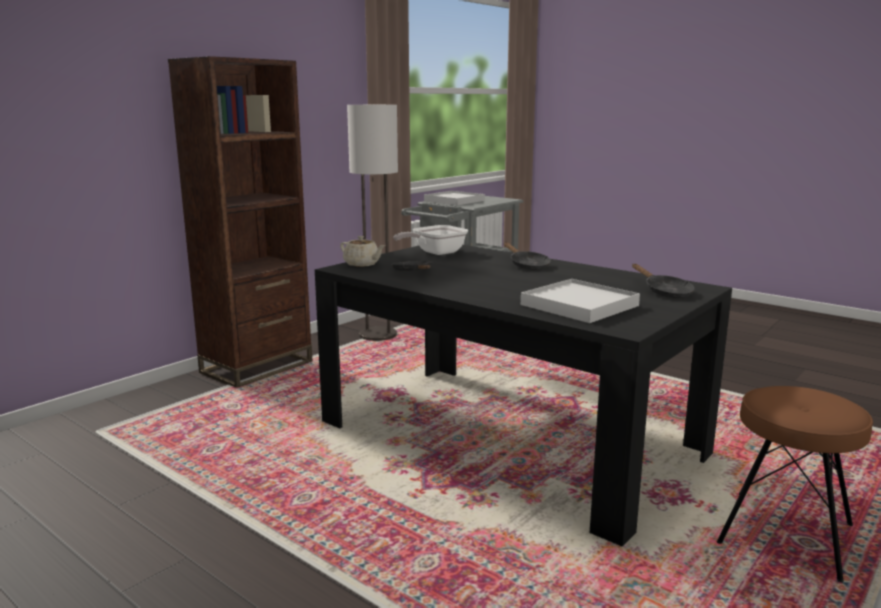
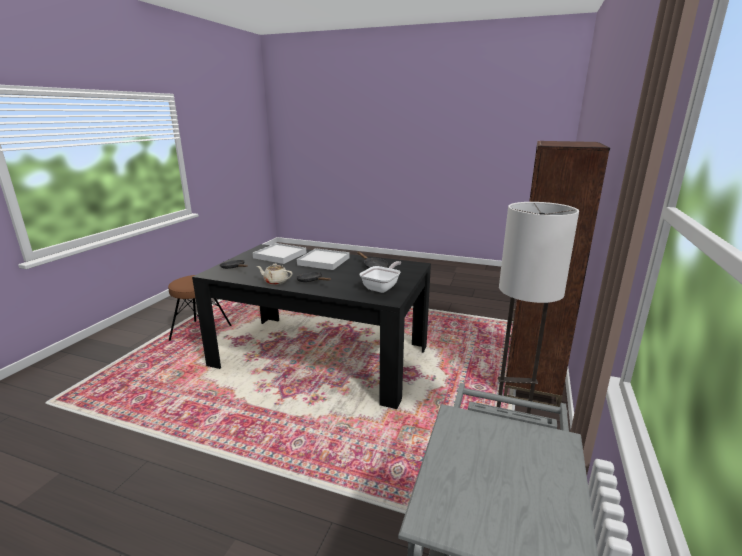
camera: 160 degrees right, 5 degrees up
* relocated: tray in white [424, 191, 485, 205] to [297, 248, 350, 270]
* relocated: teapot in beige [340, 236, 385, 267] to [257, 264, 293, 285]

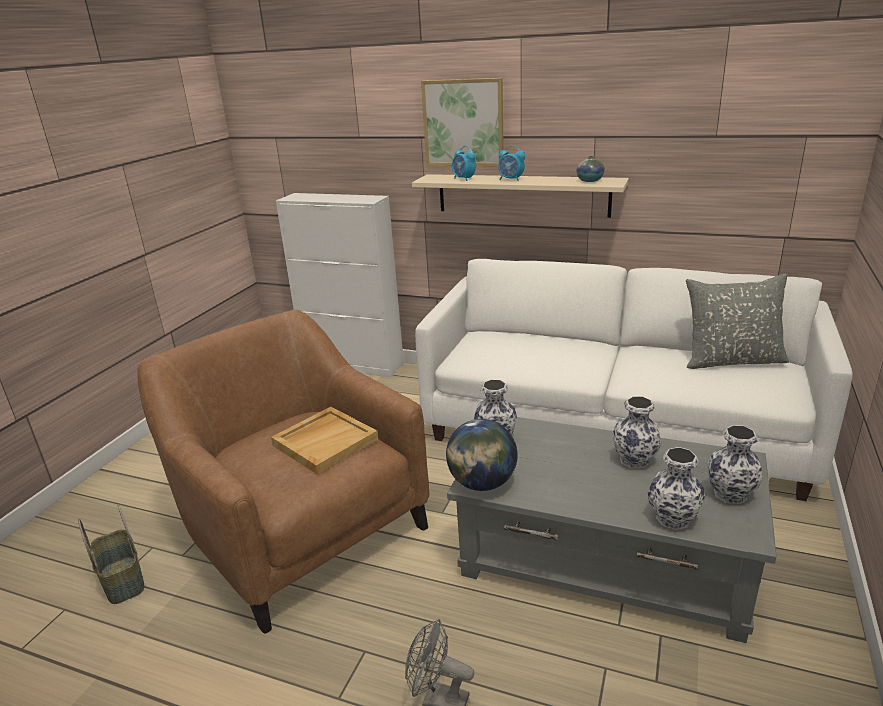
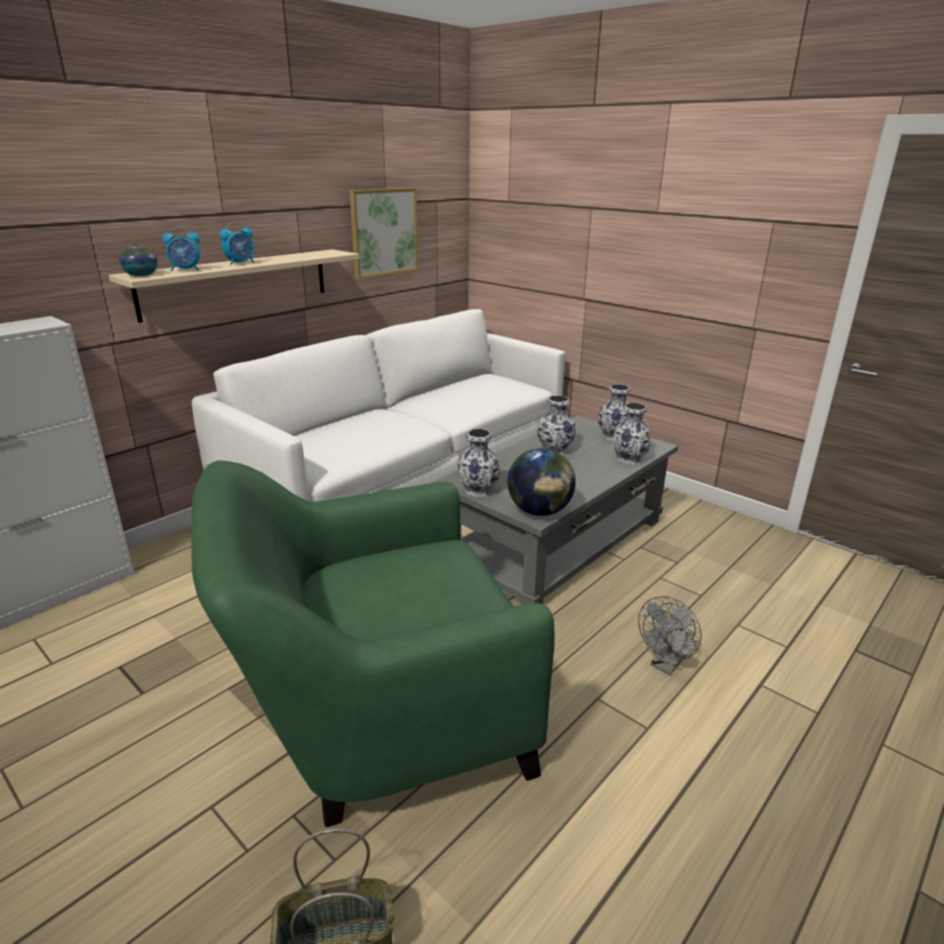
camera: 70 degrees left, 0 degrees up
* relocated: picture [421, 78, 504, 167] to [349, 188, 418, 279]
* relocated: vase [576, 156, 605, 182] to [119, 243, 158, 276]
* missing: pillow in grey [686, 273, 789, 369]
* colour: armchair in brown [137, 310, 430, 634] to armchair in green [191, 460, 555, 827]
* missing: tray in beige [271, 407, 378, 475]

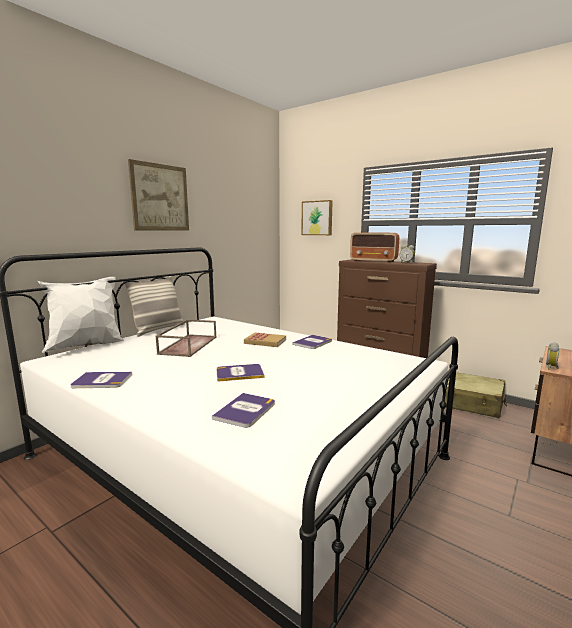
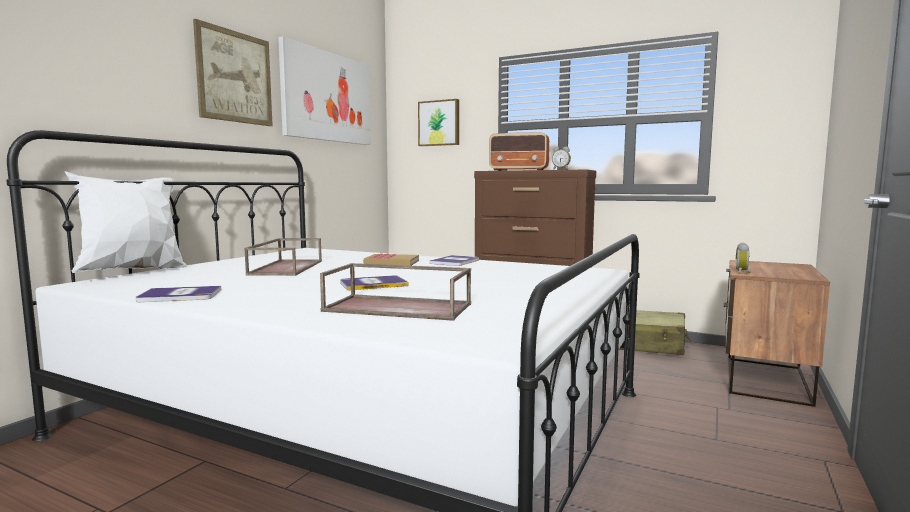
camera: 10 degrees left, 5 degrees down
* missing: pillow [123, 276, 185, 337]
* exchanged: book [212, 393, 275, 428] to tray in brown [320, 263, 471, 321]
* appeared: picture [278, 36, 371, 145]

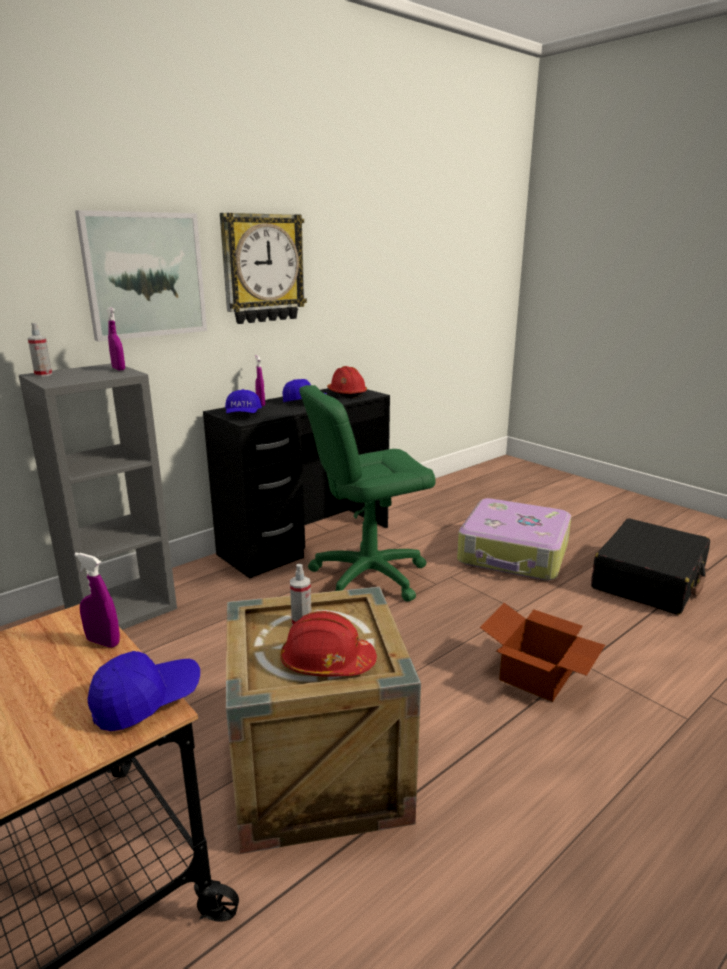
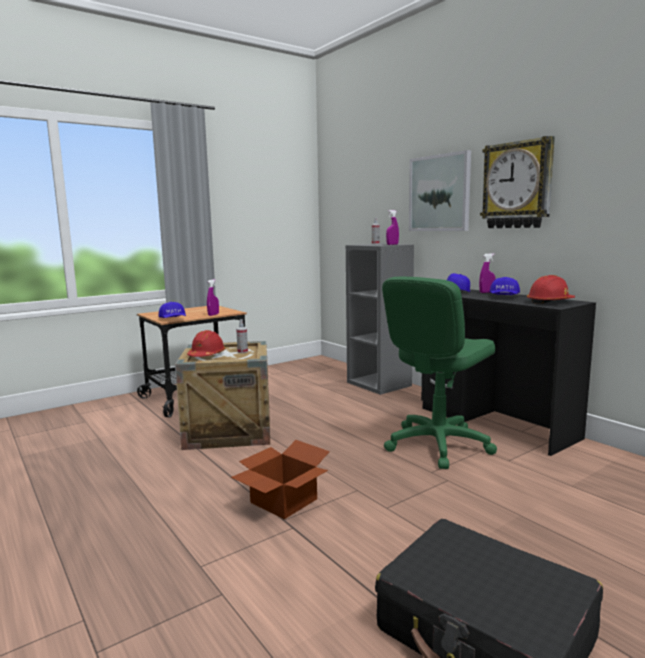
camera: 95 degrees right, 10 degrees down
* spun: office chair in green [299, 385, 436, 602] = [382, 277, 497, 469] 120 degrees counterclockwise
* missing: suitcase [457, 498, 571, 581]

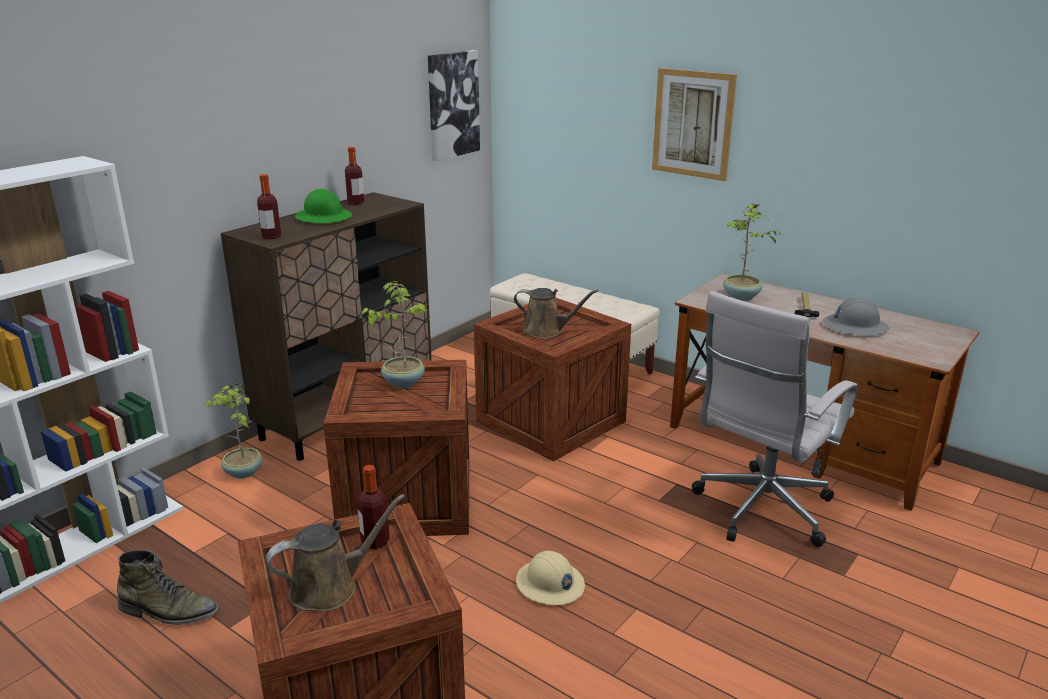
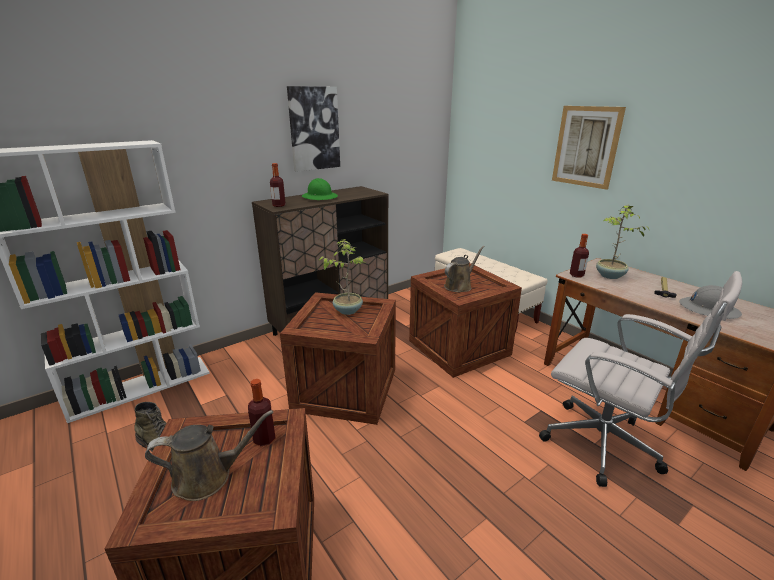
camera: 15 degrees right, 0 degrees up
* relocated: picture [428, 50, 480, 161] to [287, 86, 340, 172]
* relocated: bottle [345, 147, 364, 205] to [570, 234, 589, 278]
* spun: watering can in brown [514, 288, 598, 338] = [444, 246, 485, 292] 75 degrees counterclockwise
* spun: office chair in white [692, 291, 857, 547] = [539, 271, 742, 487] 105 degrees counterclockwise
* missing: potted plant [204, 382, 263, 479]
* missing: hard hat in beige [516, 551, 585, 605]

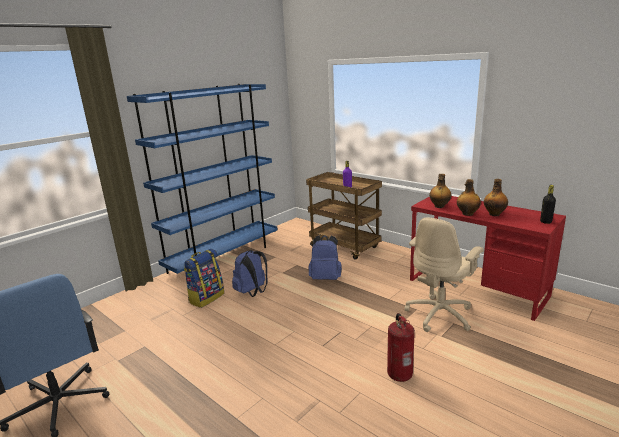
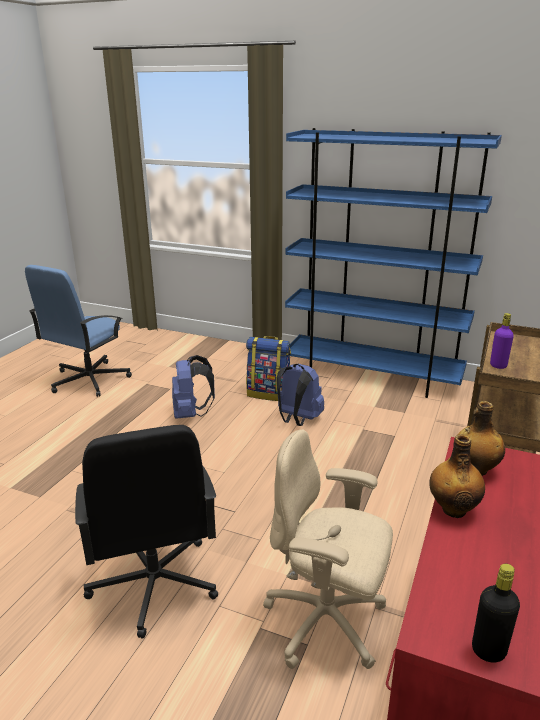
camera: 70 degrees right, 5 degrees up
* missing: bottle [484, 179, 508, 216]
* relocated: backpack in blue [308, 235, 342, 280] to [172, 355, 215, 419]
* exchanged: fire extinguisher [387, 313, 415, 382] to office chair in black [75, 425, 218, 639]

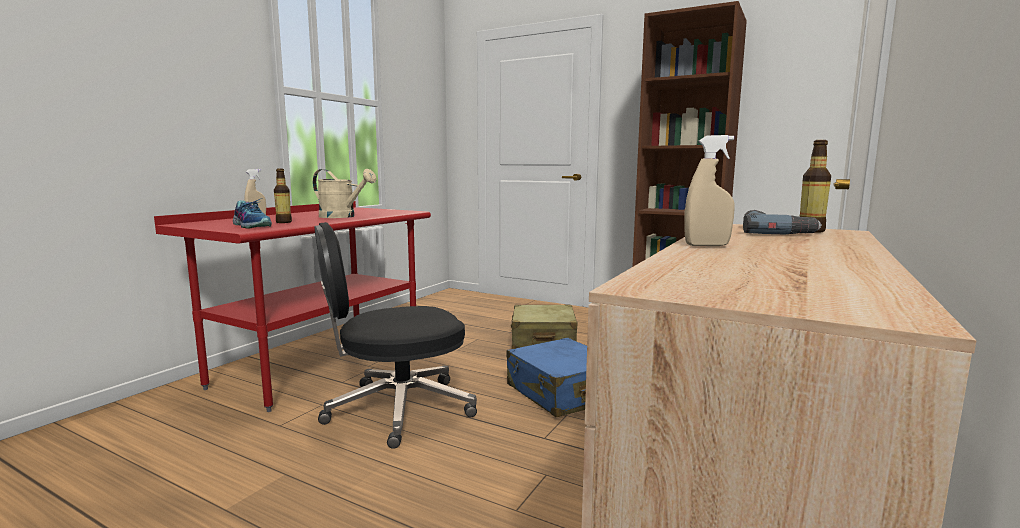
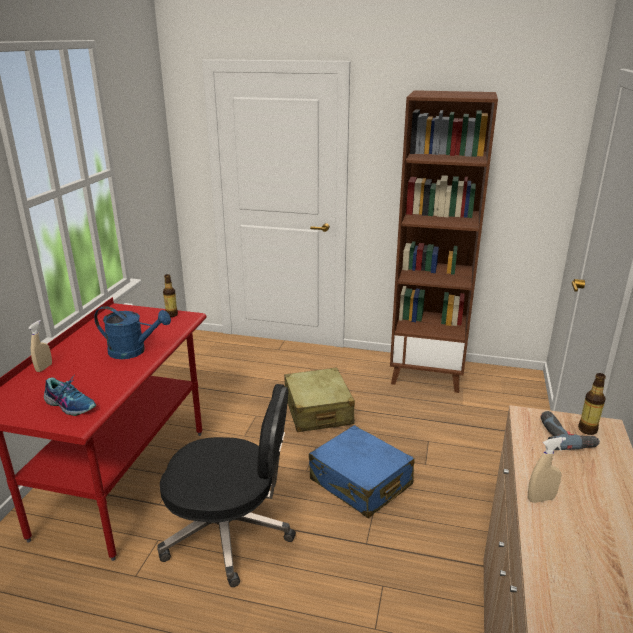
camera: 15 degrees left, 15 degrees up
* relocated: bottle [274, 169, 292, 223] to [163, 274, 178, 317]
* colour: watering can in beige [313, 169, 377, 218] to watering can in blue [94, 306, 171, 359]
* spun: office chair in black [315, 222, 477, 449] = [157, 384, 296, 587] 135 degrees counterclockwise

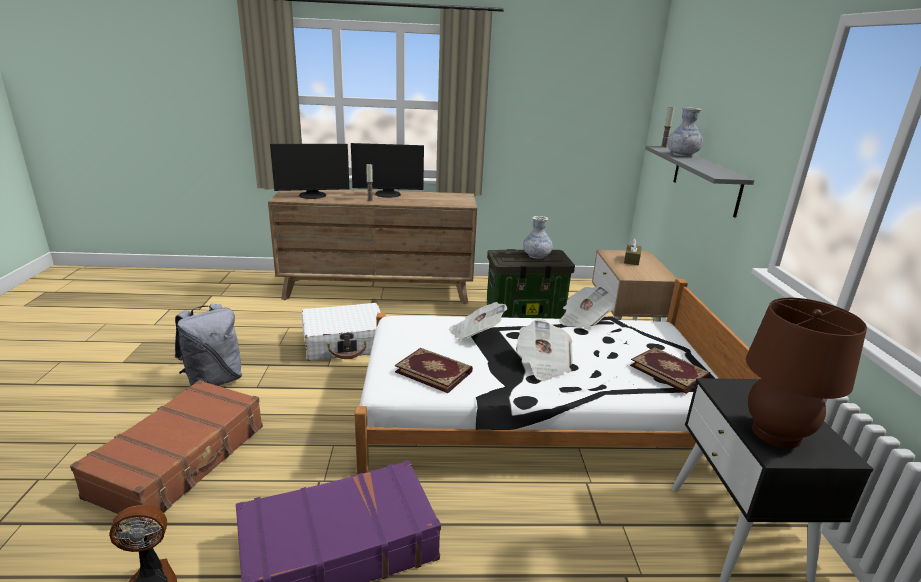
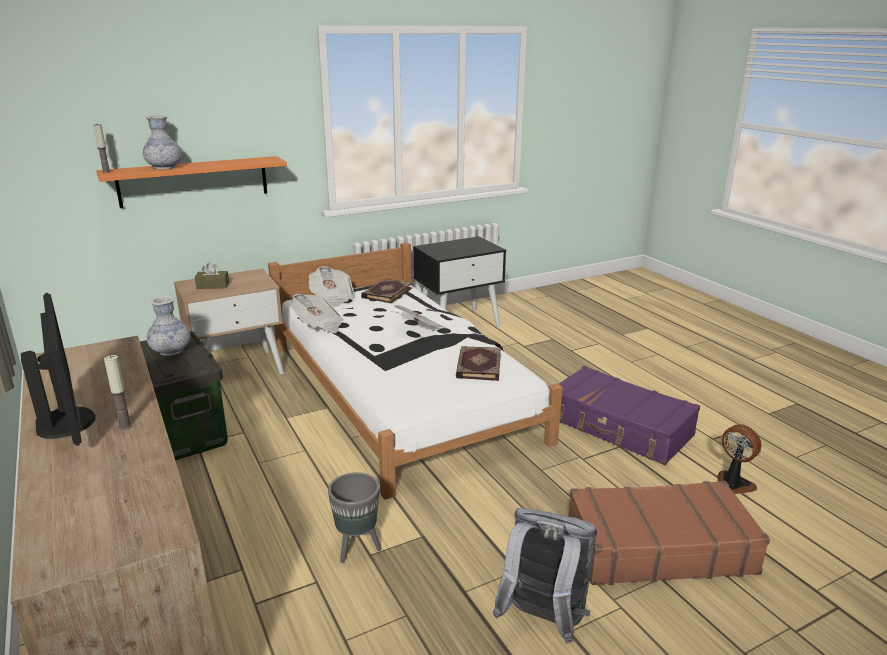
camera: 115 degrees left, 0 degrees up
* missing: monitor [270, 144, 349, 199]
* colour: shelf in grey [645, 146, 754, 218] to shelf in orange [96, 156, 287, 208]
* missing: table lamp in brown [746, 298, 867, 449]
* relocated: newspaper [449, 302, 507, 340] to [309, 266, 354, 307]
* exchanged: suitcase in white [302, 303, 381, 361] to planter in grey [328, 472, 381, 563]

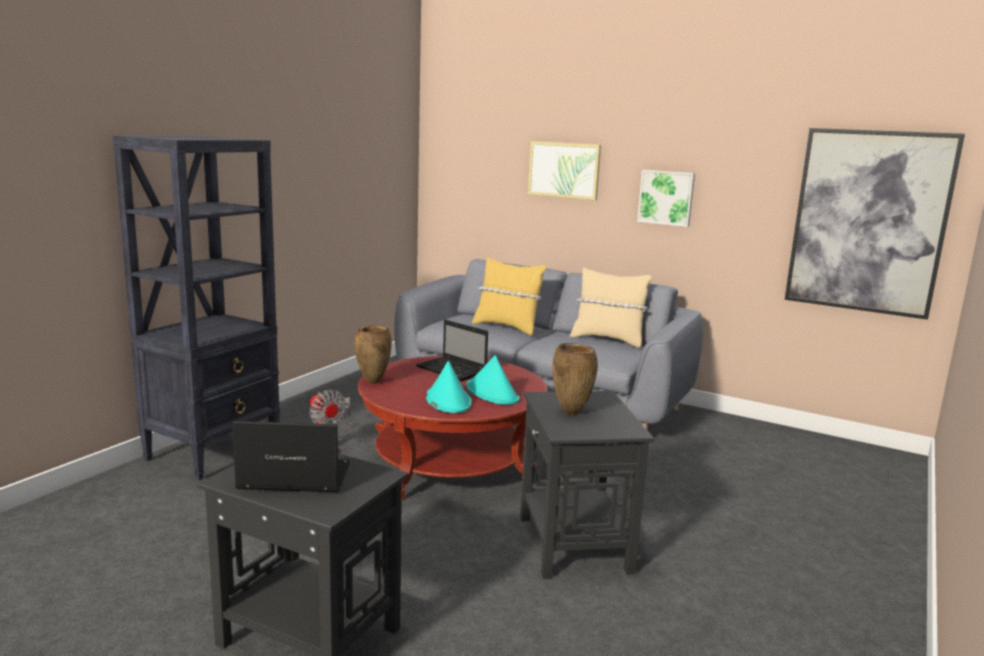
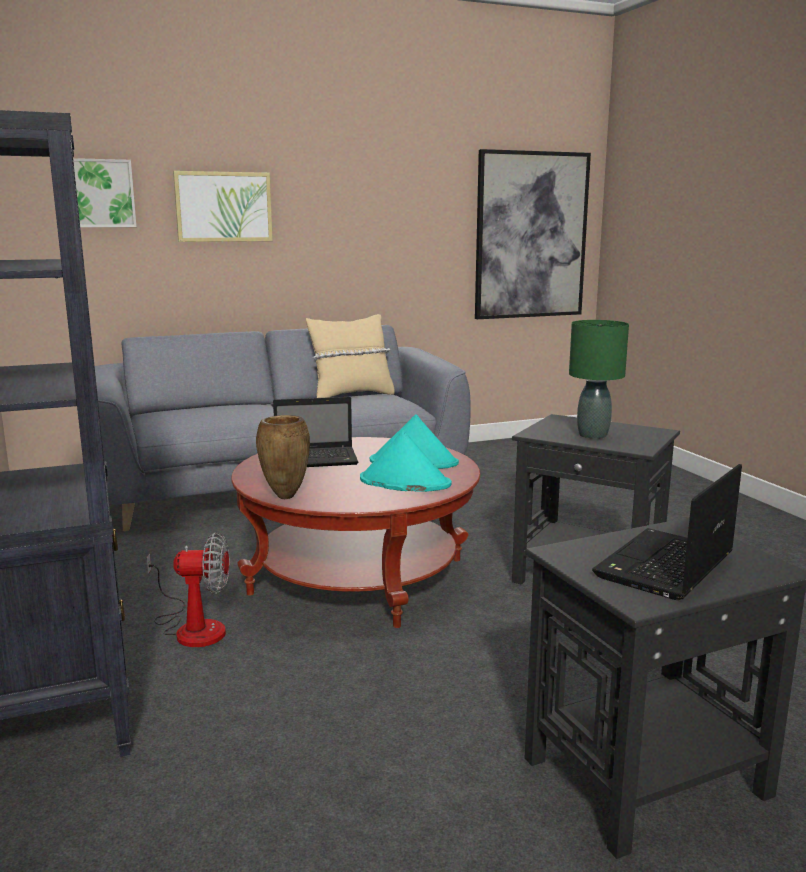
camera: 50 degrees left, 0 degrees up
* relocated: picture [637, 170, 695, 227] to [73, 158, 137, 227]
* missing: pillow in yellow [472, 257, 546, 336]
* exchanged: vase in brown [552, 343, 598, 415] to table lamp in green [569, 320, 629, 439]

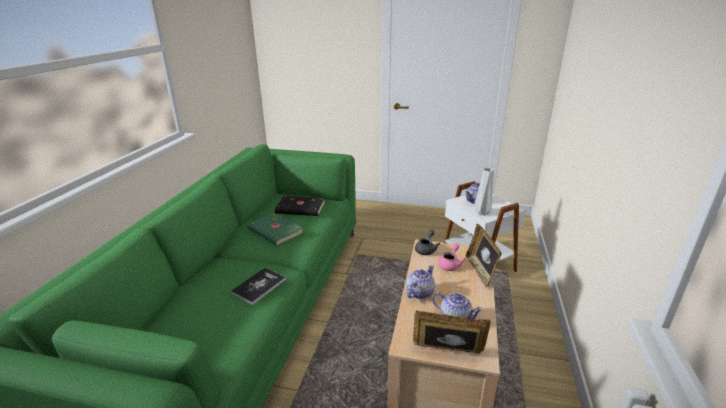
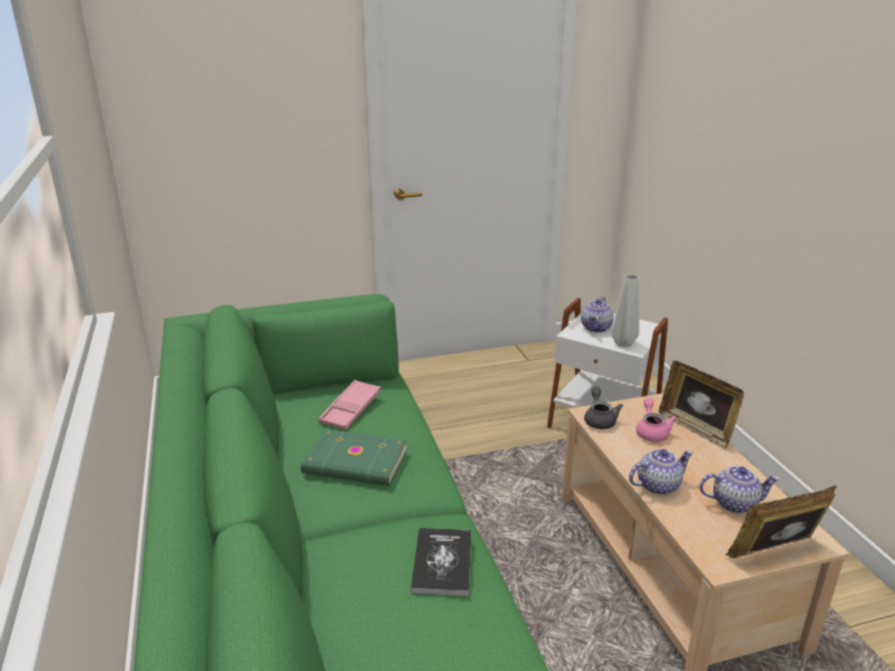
camera: 30 degrees left, 0 degrees up
* exchanged: book in black [275, 196, 325, 216] to tray in pink [319, 380, 381, 430]
* spun: teapot [406, 265, 435, 299] = [629, 449, 693, 495] 60 degrees clockwise

